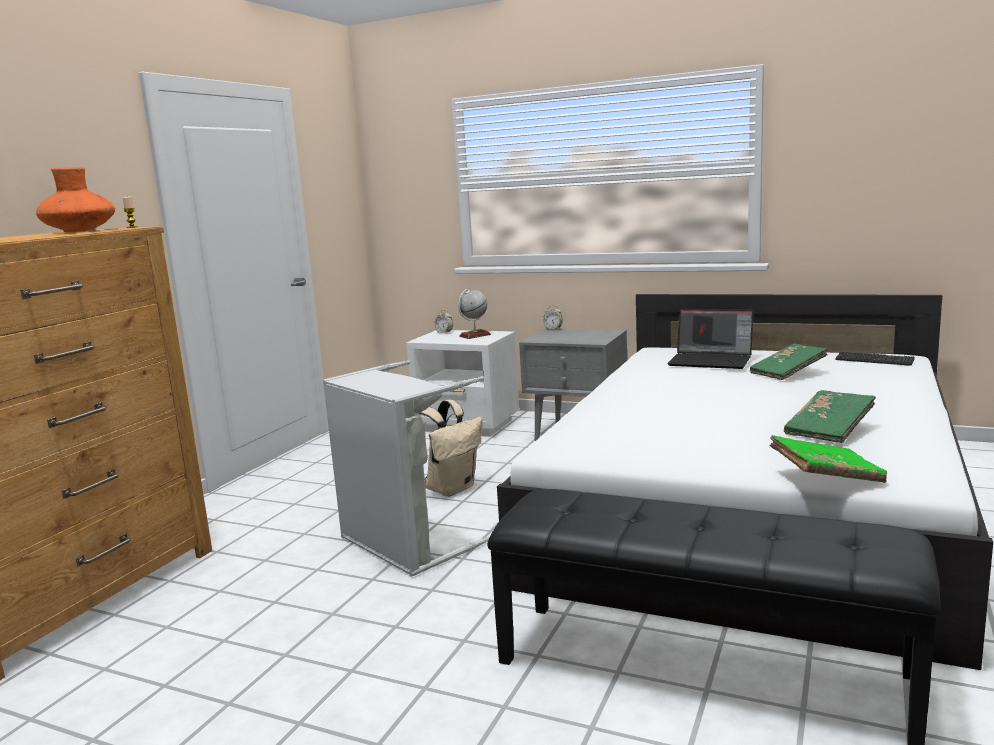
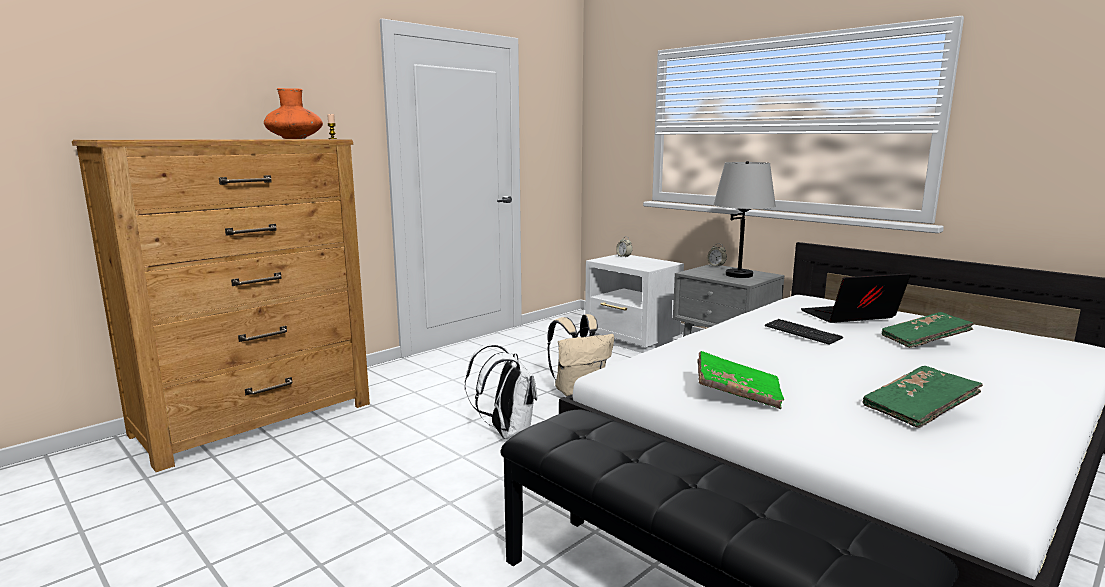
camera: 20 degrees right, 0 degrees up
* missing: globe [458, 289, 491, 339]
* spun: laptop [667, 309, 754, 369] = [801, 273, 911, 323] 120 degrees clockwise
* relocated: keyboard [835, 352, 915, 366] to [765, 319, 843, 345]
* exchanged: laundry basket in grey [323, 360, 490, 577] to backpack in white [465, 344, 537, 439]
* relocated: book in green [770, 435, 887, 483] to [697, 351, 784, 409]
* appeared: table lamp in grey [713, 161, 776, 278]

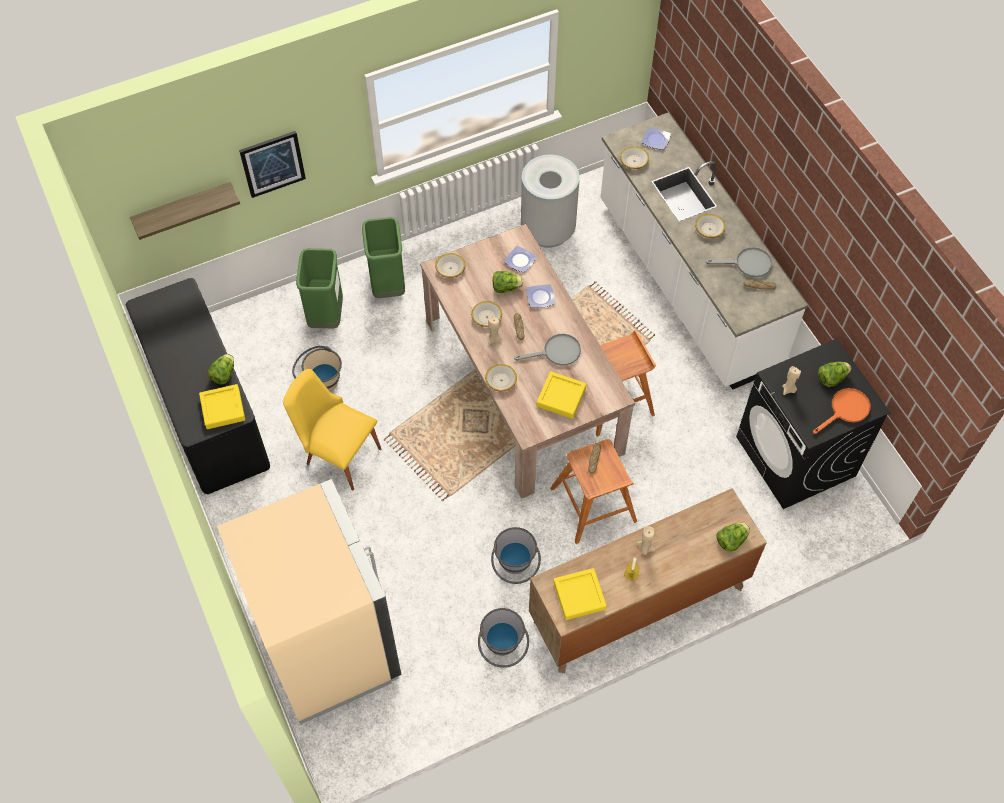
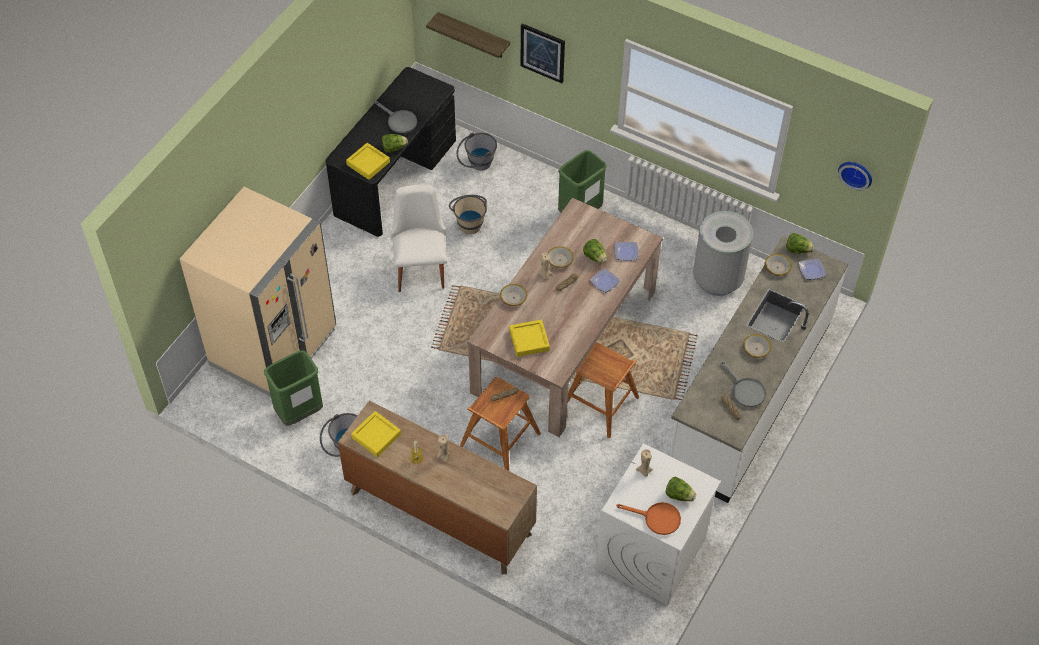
camera: 55 degrees right, 5 degrees down
* relocated: trash can in green [296, 248, 343, 328] to [264, 350, 323, 426]
* missing: bowl [435, 253, 465, 278]
* relocated: frying pan in grey [514, 334, 581, 366] to [375, 101, 417, 133]
* colour: washing machine in black [736, 339, 891, 509] to washing machine in white [595, 443, 721, 605]
* colour: chair in yellow [283, 369, 381, 491] to chair in white [390, 185, 447, 292]
* relocated: lettuce [716, 523, 750, 552] to [787, 233, 814, 254]
* relocated: bucket in grey [491, 527, 541, 584] to [457, 132, 497, 171]
* appeared: wall clock [838, 162, 872, 190]

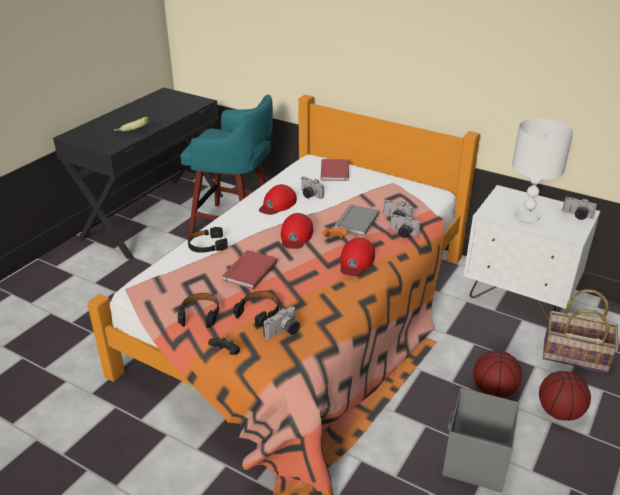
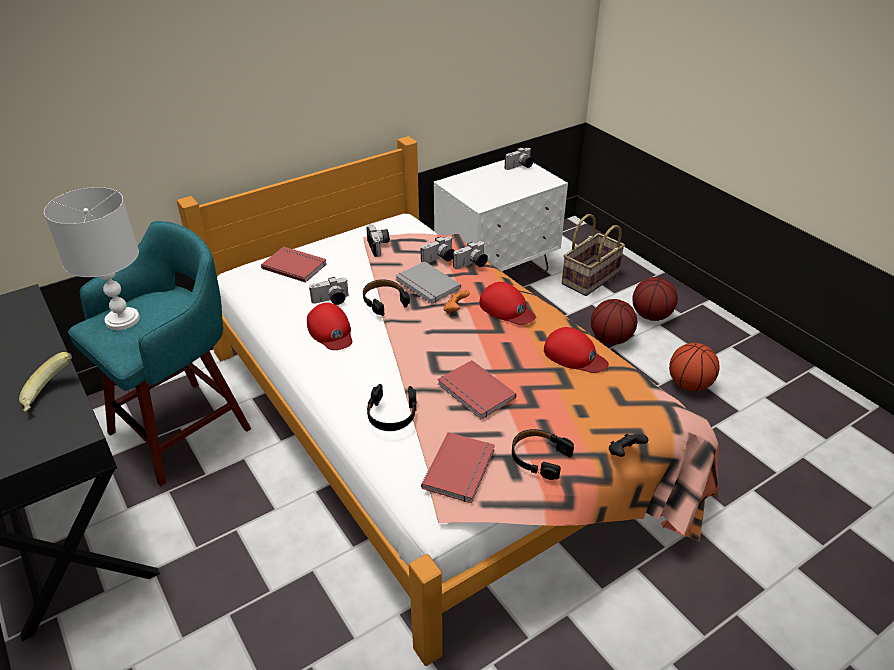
camera: 65 degrees left, 5 degrees up
* relocated: table lamp in white [512, 118, 573, 222] to [44, 187, 140, 330]
* relocated: cap in red [281, 213, 313, 249] to [544, 327, 609, 373]
* relocated: headphones in black [233, 291, 279, 327] to [363, 279, 410, 316]
* relocated: photo camera [263, 306, 300, 339] to [367, 224, 390, 257]
* exchanged: storage box in grey [442, 388, 519, 492] to basketball [669, 343, 719, 391]
* appeared: book in red [421, 432, 495, 503]

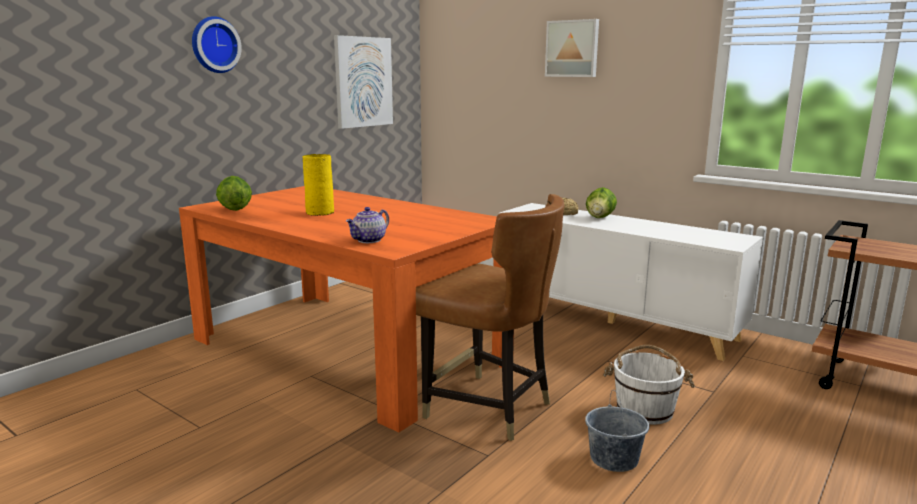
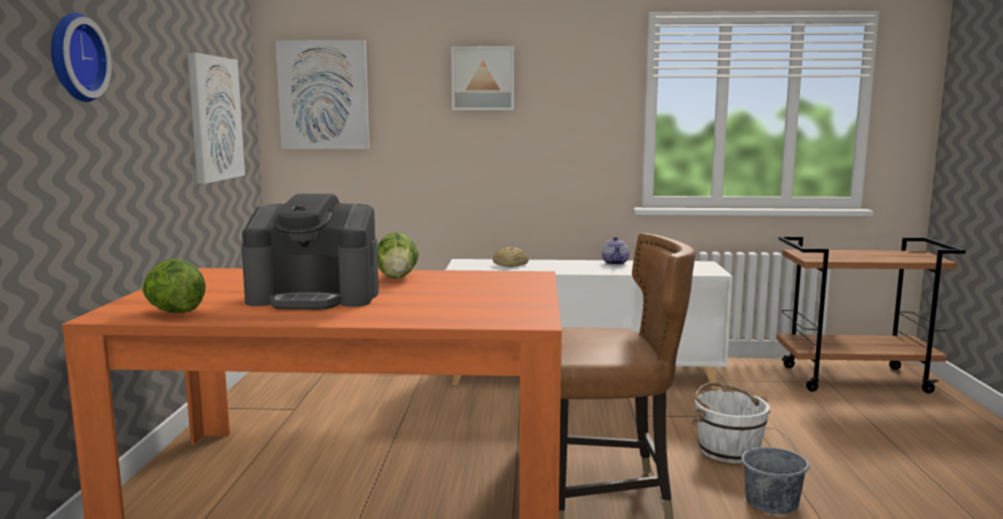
camera: 35 degrees left, 5 degrees down
* exchanged: vase in yellow [303, 154, 334, 216] to coffee machine [241, 194, 379, 309]
* relocated: lettuce [586, 187, 617, 218] to [377, 232, 419, 279]
* relocated: teapot [346, 207, 389, 243] to [602, 237, 629, 265]
* appeared: picture [276, 40, 369, 149]

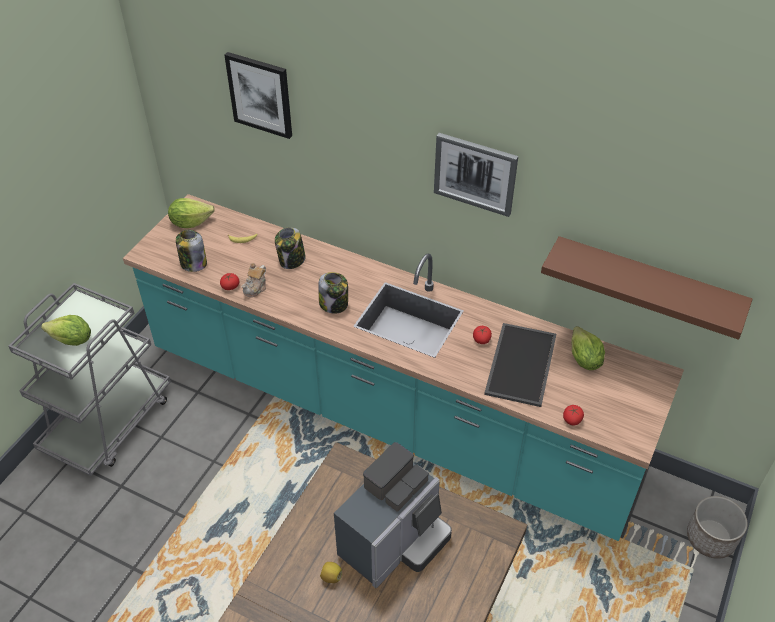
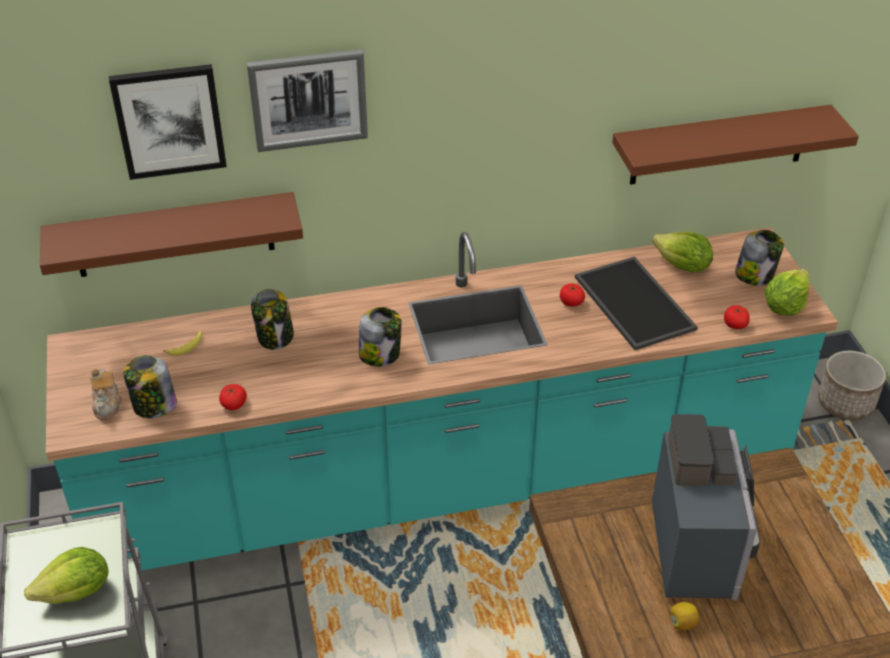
camera: 40 degrees left, 5 degrees down
* relocated: picture [434, 133, 518, 217] to [247, 49, 368, 152]
* relocated: lettuce [168, 198, 215, 228] to [764, 269, 809, 316]
* relocated: teapot [241, 263, 266, 297] to [90, 369, 122, 419]
* appeared: shelf in brown [40, 192, 303, 277]
* appeared: jar [735, 230, 784, 286]

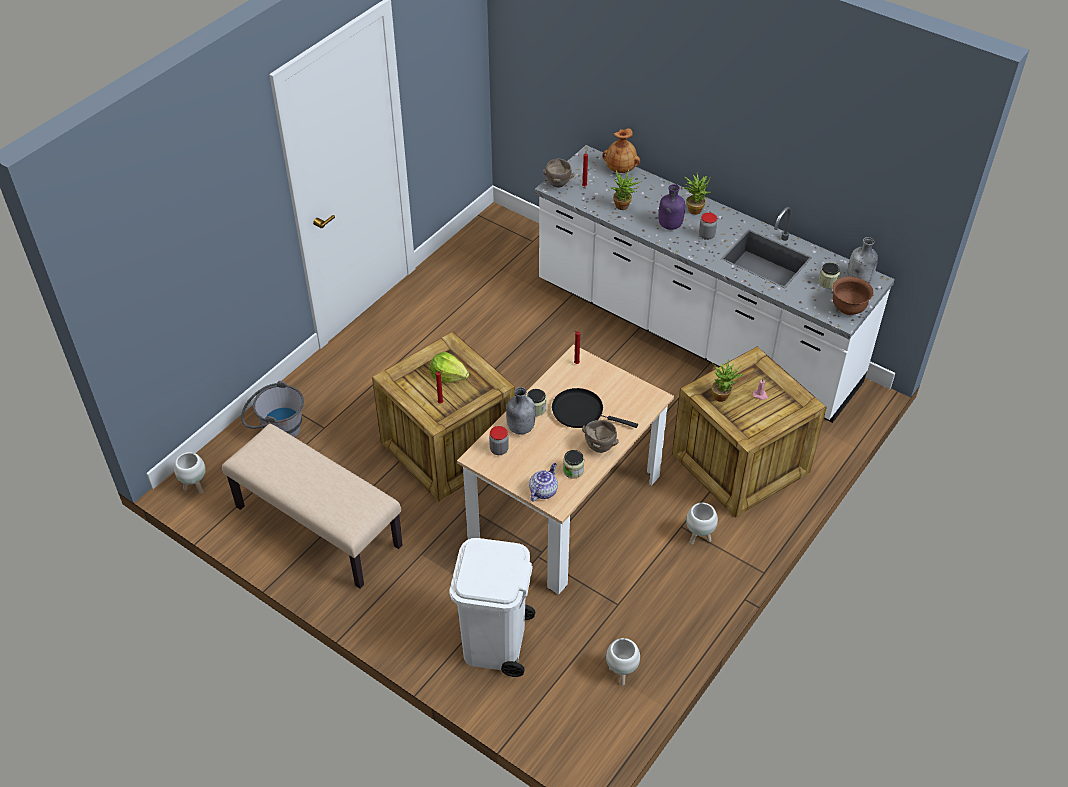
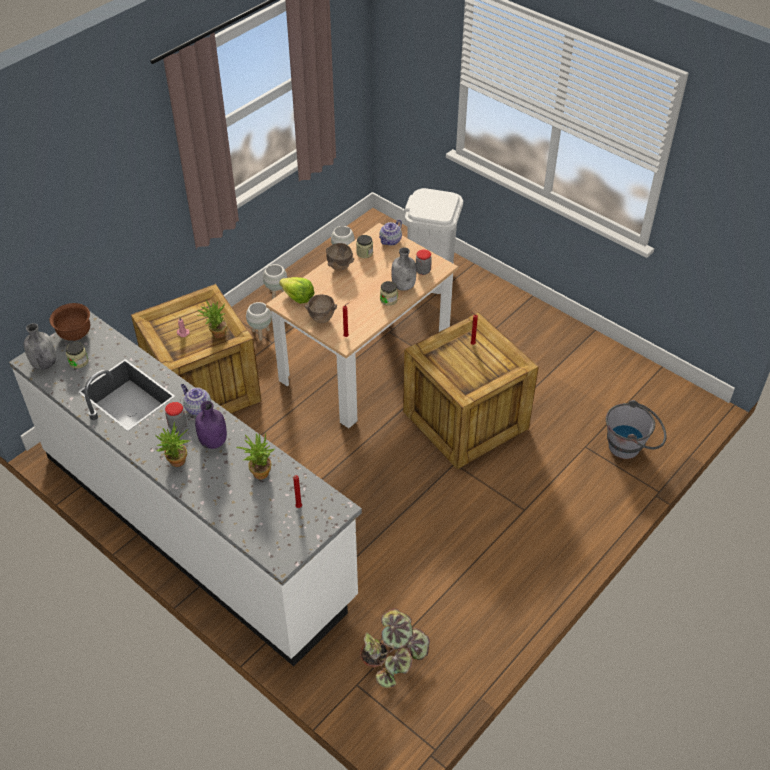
camera: 175 degrees left, 0 degrees up
* missing: vase in brown [602, 128, 640, 173]
* relocated: bowl in brown [543, 158, 575, 188] to [305, 294, 337, 323]
* relocated: lettuce [430, 352, 469, 383] to [279, 277, 315, 304]
* missing: frying pan in black [552, 388, 638, 428]
* missing: bench in beige [222, 424, 403, 589]
* relocated: planter in white [174, 452, 206, 494] to [263, 264, 287, 299]
* appeared: teapot [181, 384, 211, 416]
* appeared: potted plant [360, 608, 430, 688]

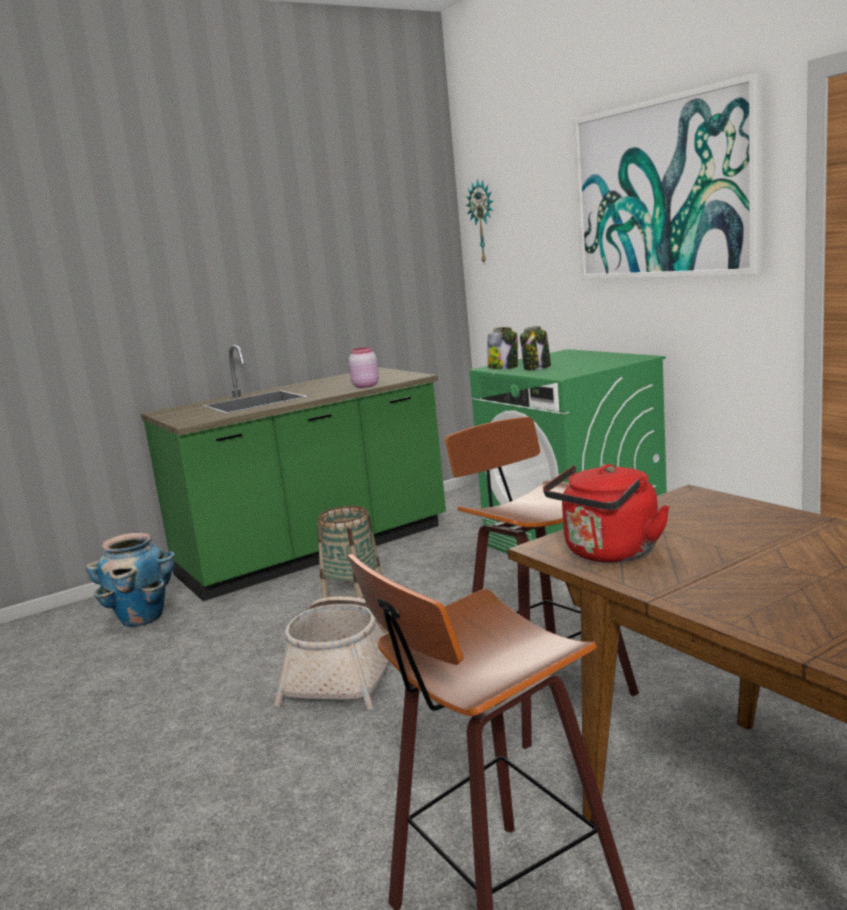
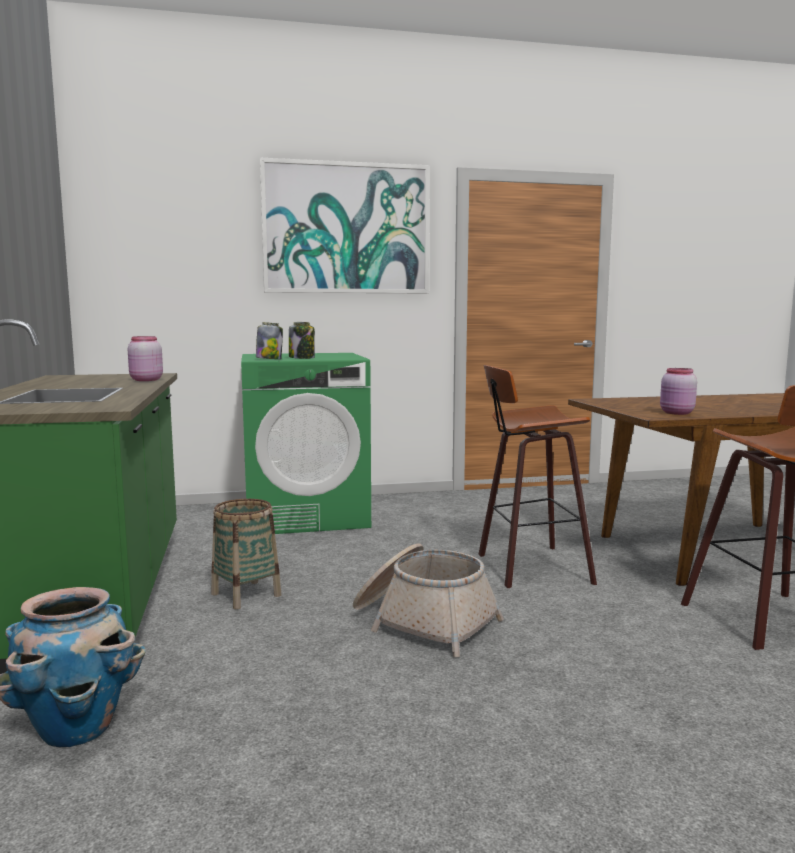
camera: 70 degrees left, 5 degrees down
* missing: wall clock [466, 179, 493, 263]
* exchanged: kettle in red [543, 464, 670, 562] to jar in pink [660, 368, 697, 415]

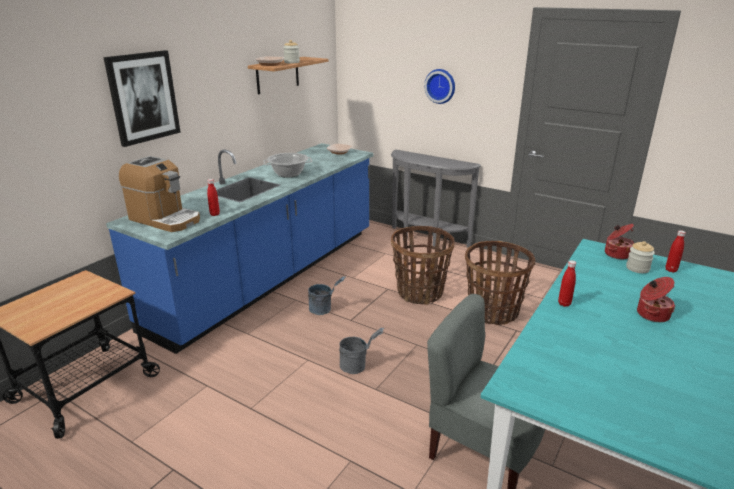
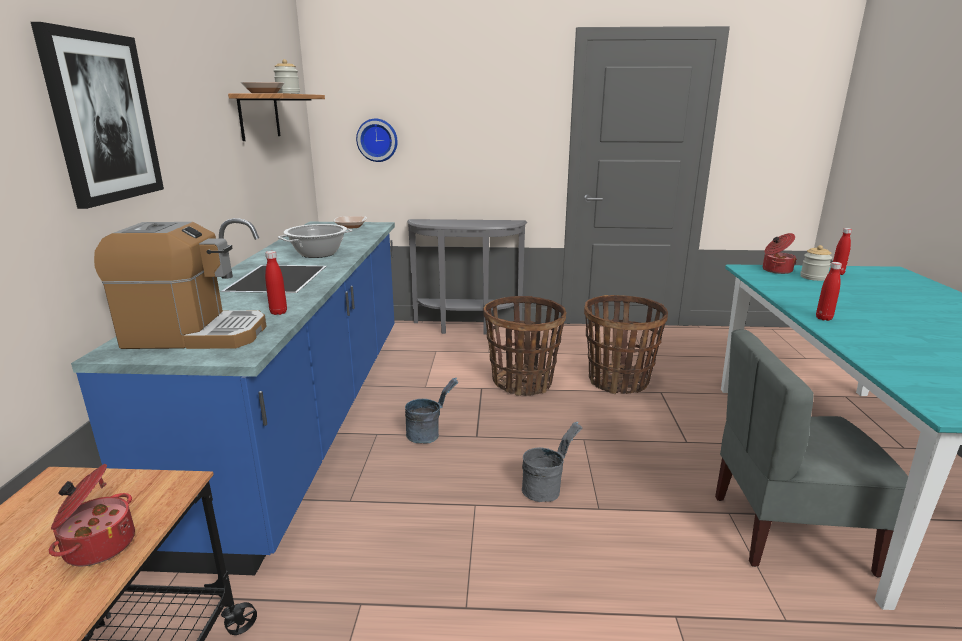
camera: 30 degrees left, 5 degrees down
* relocated: wall clock [424, 69, 455, 104] to [356, 119, 398, 162]
* relocated: cooking pot [637, 277, 675, 322] to [49, 464, 135, 566]

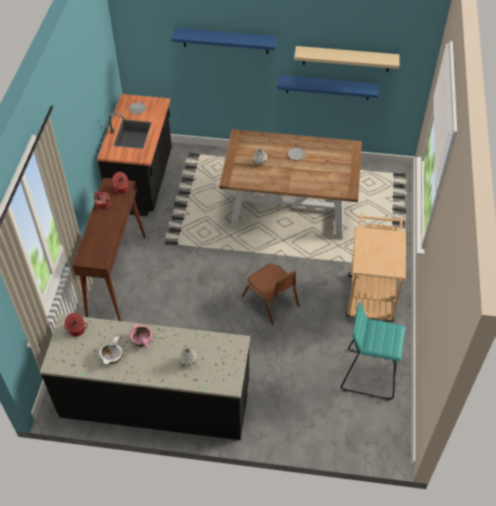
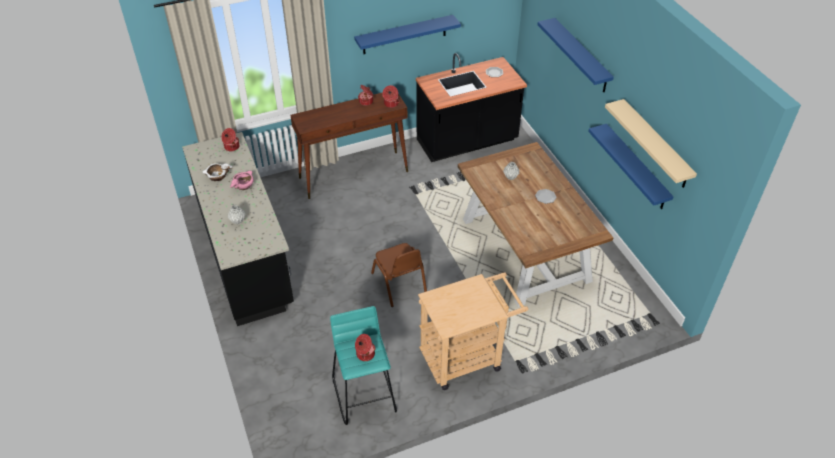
camera: 60 degrees right, 5 degrees down
* spun: chair in brown [241, 263, 300, 325] = [371, 243, 427, 307] 45 degrees counterclockwise
* appeared: shelf in blue [354, 15, 461, 54]
* appeared: cooking pot [355, 334, 376, 361]

